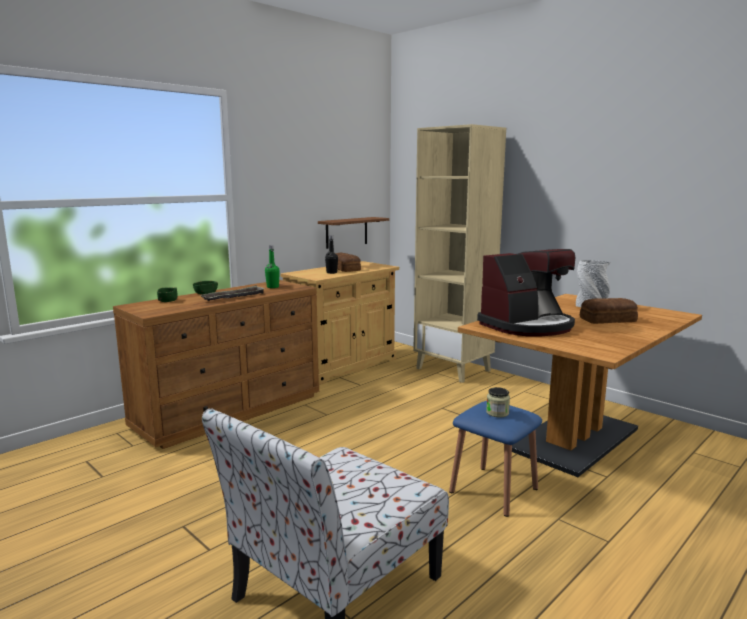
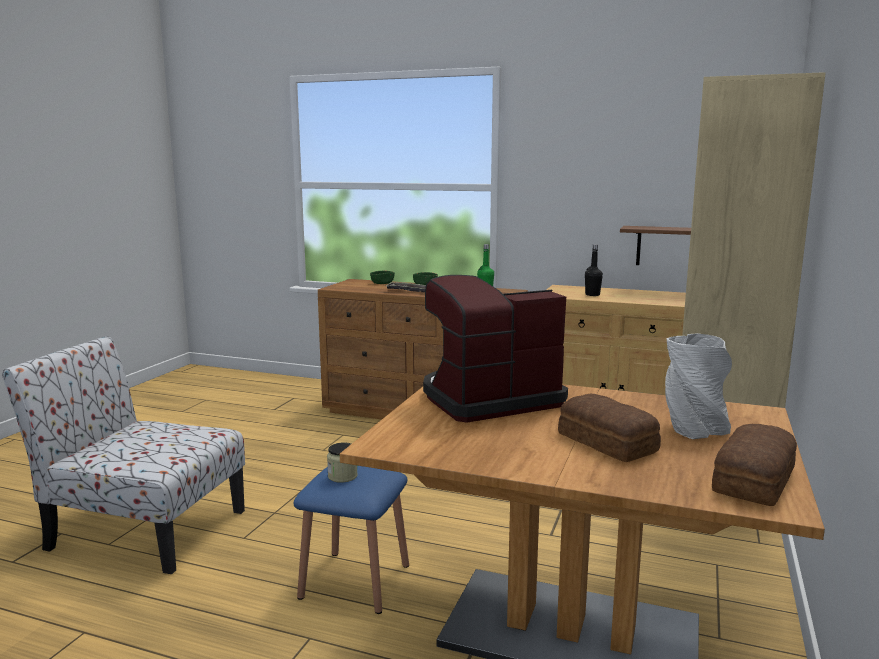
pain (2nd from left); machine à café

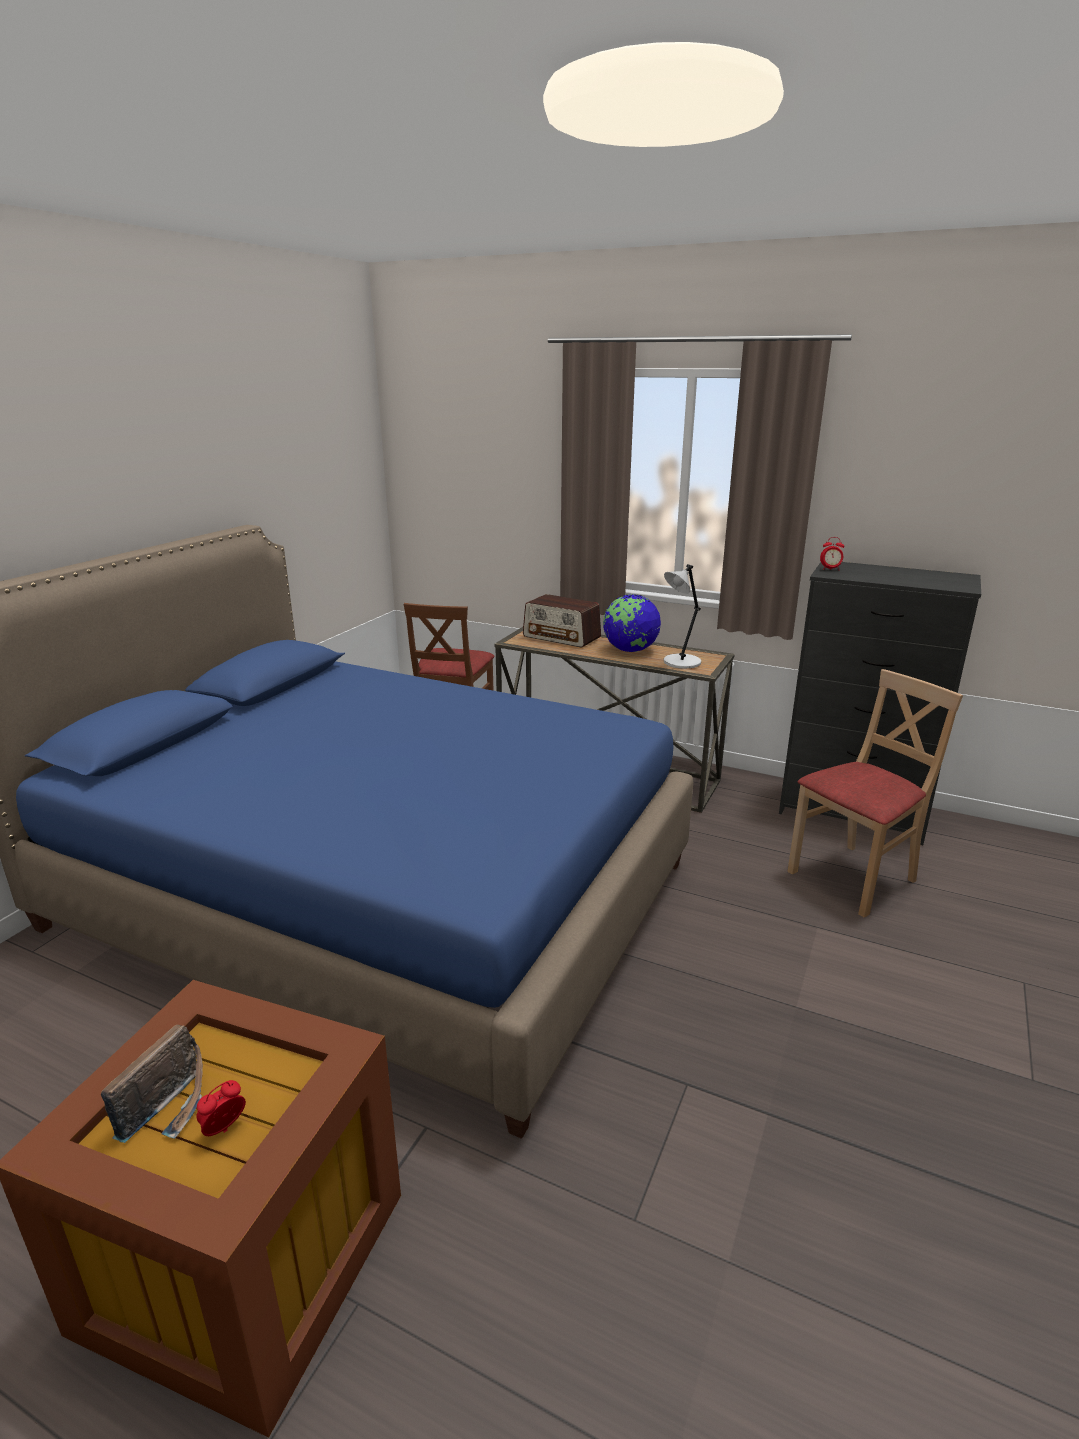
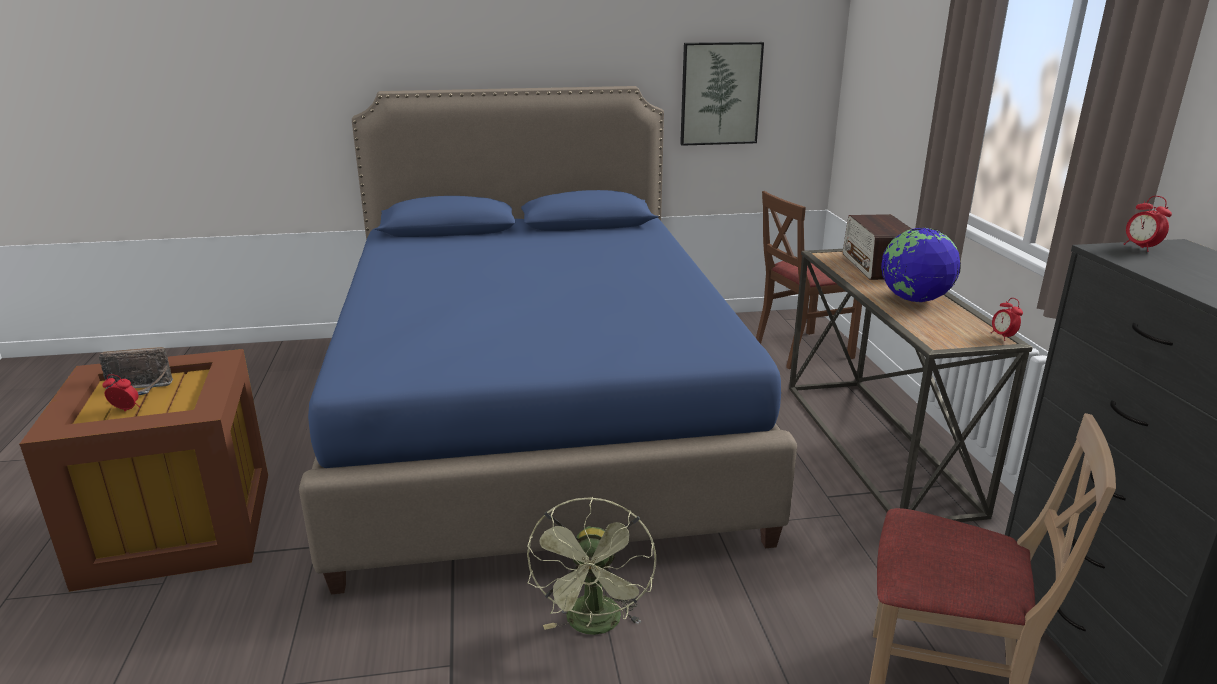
lampe de table (gris); ventilateur (vert); tableau; réveil (2nd from left)

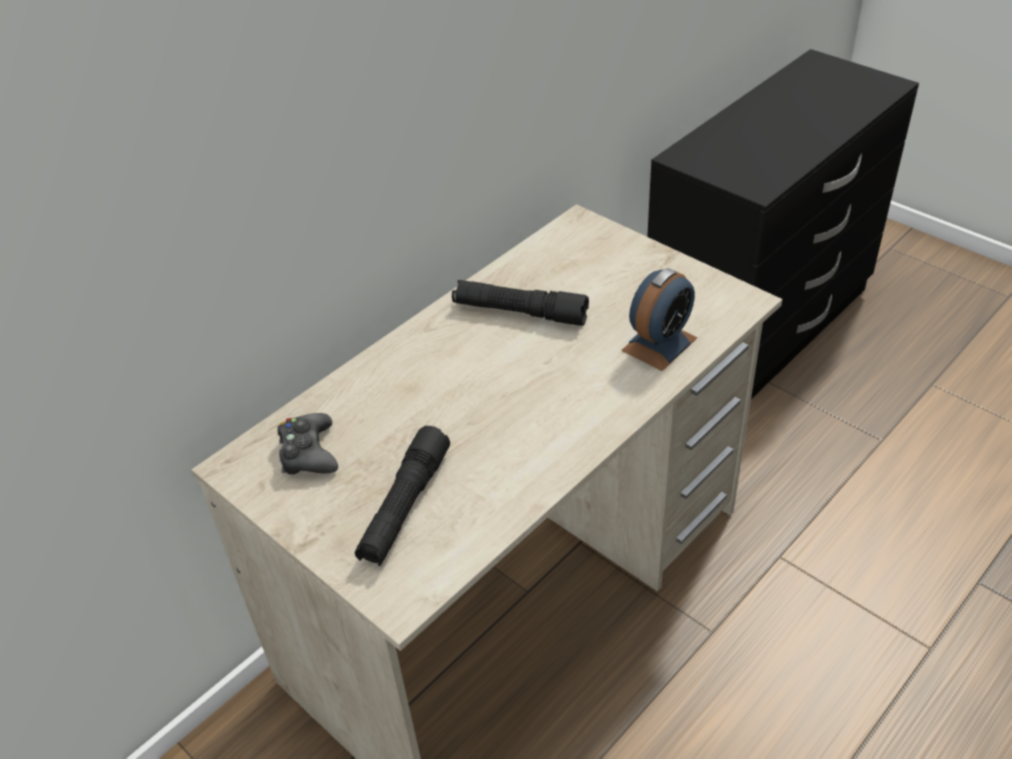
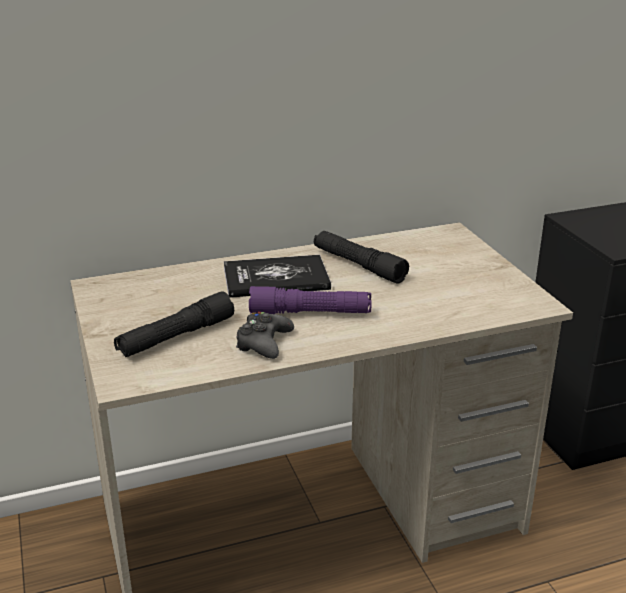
réveil; livre; lampe de poche (violet); manette (noir)

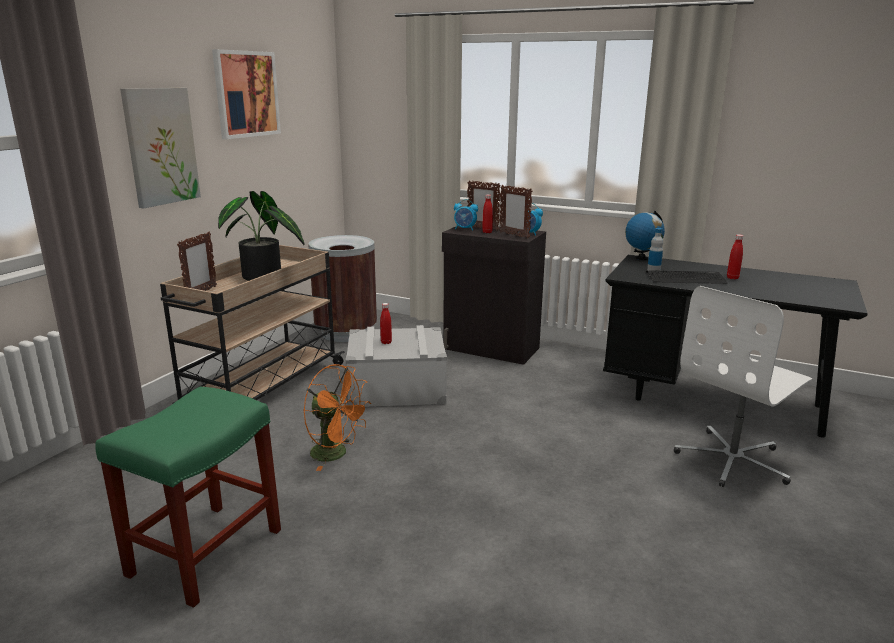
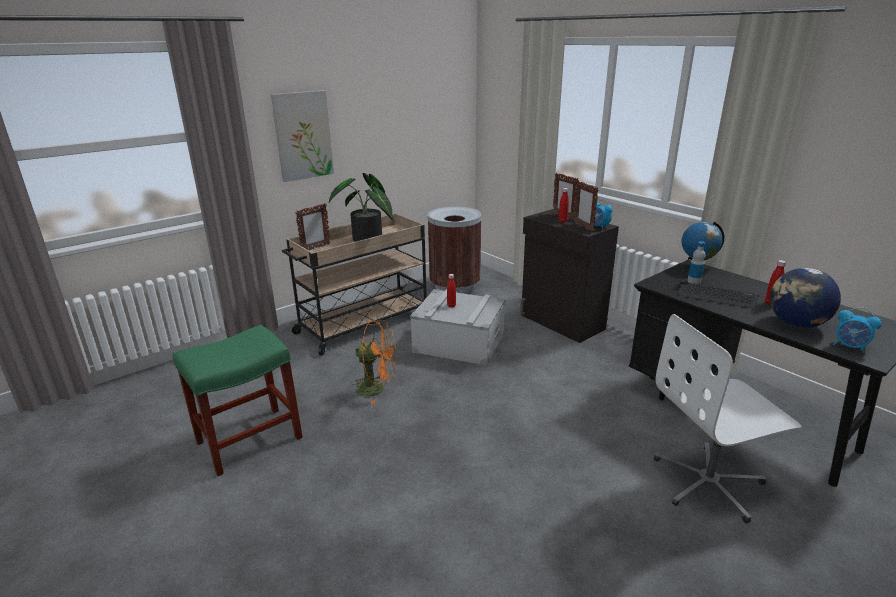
tableau (2nd from left in the first image); globe (2nd from left); réveil (2nd from left); ventilateur (orange)

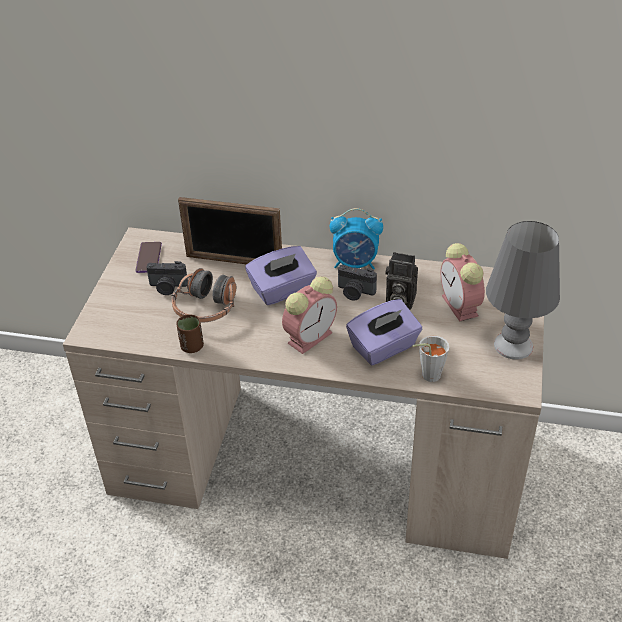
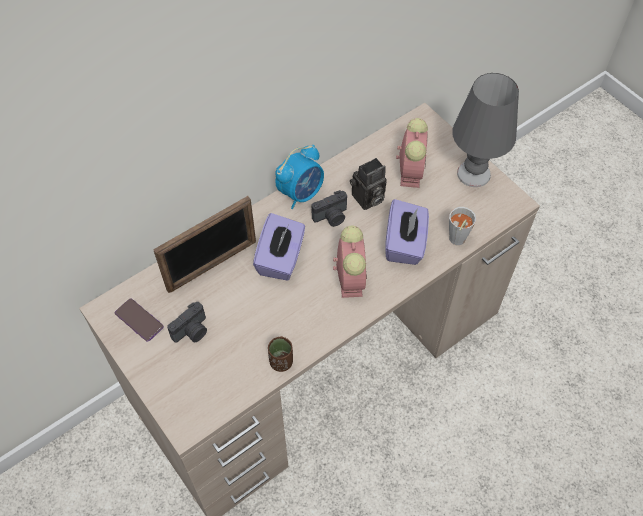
casque audio; réveil (3rd from left)

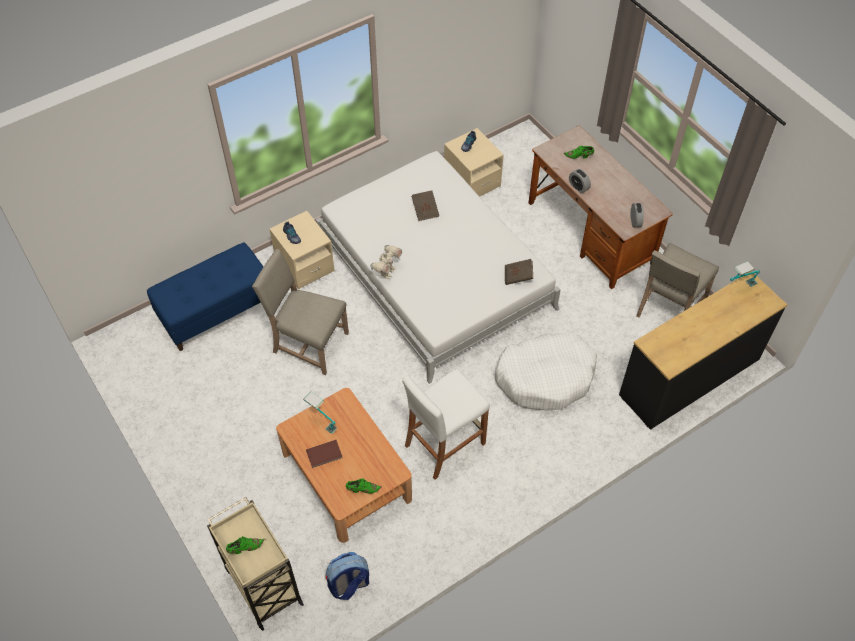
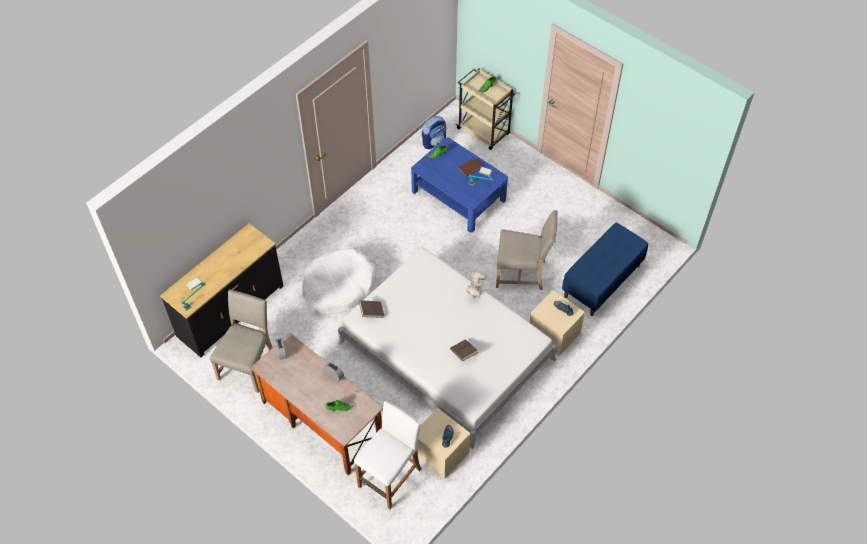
tabouret (blanc); table basse (bleu)

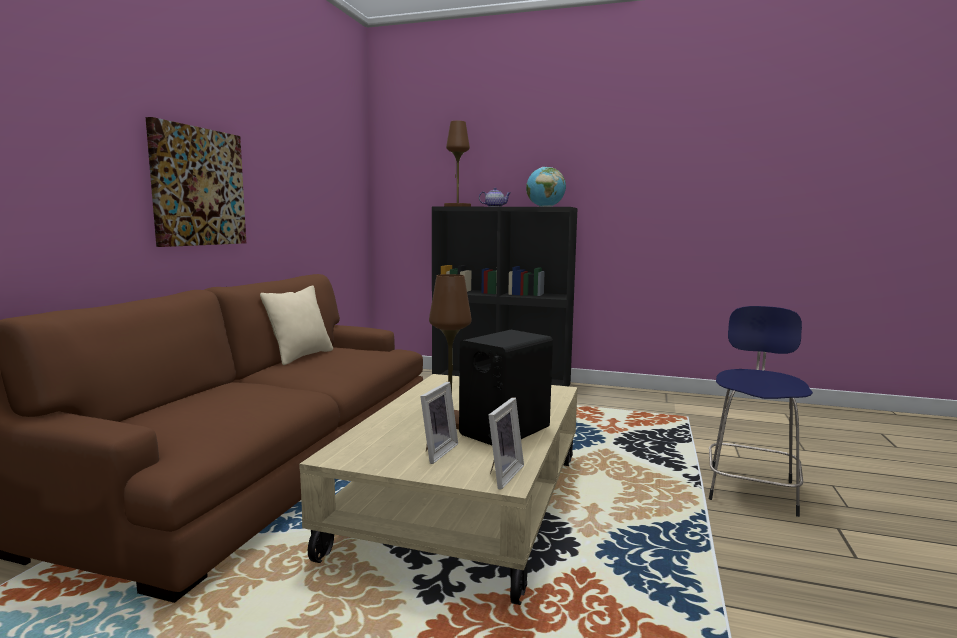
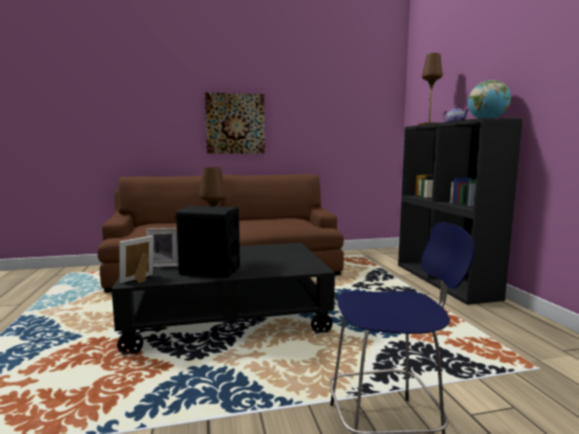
coussin (beige); table basse (noir); cadre photo (1st from left)

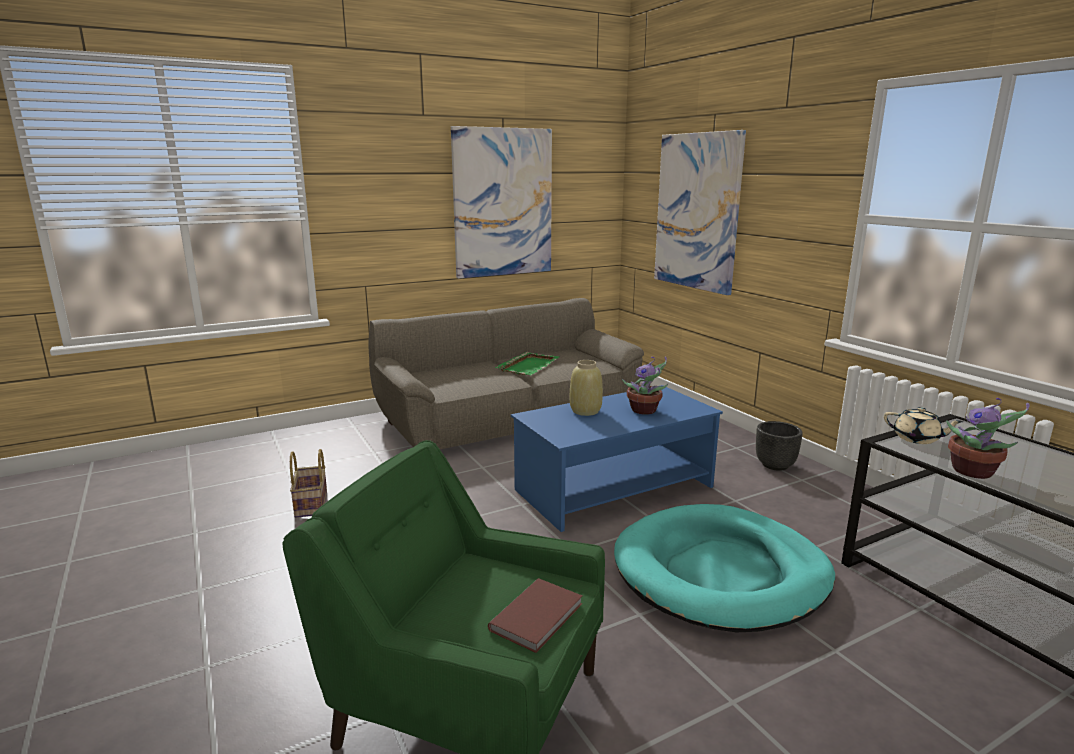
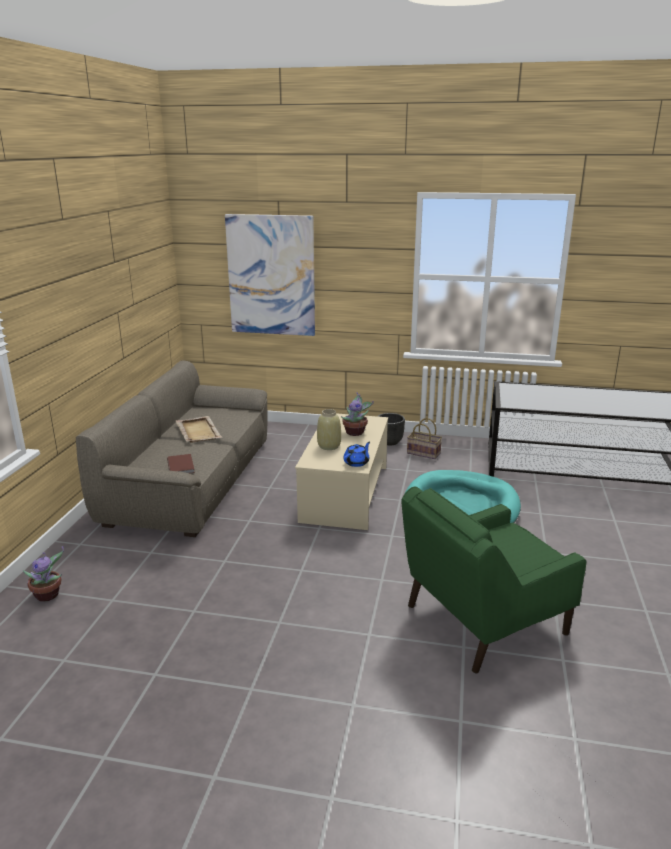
tableau (1st from left in the first image); théière (beige); théière (bleu); panier; livre (marron); plante en pot (1st from left); plateau (beige); table basse (beige)

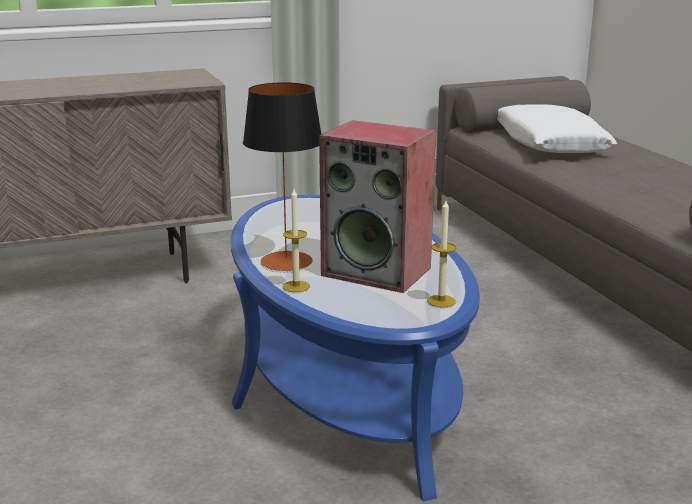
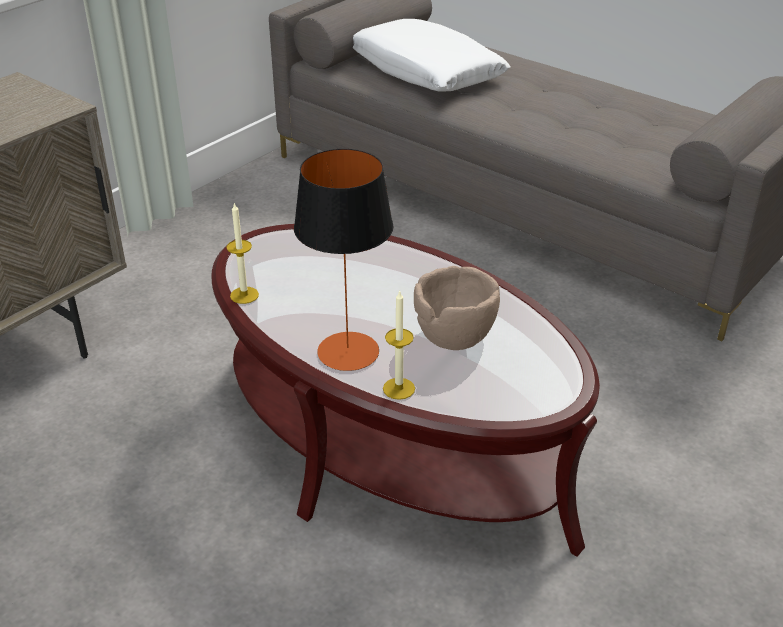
bougie (1st from left); bol (marron); table basse (marron)

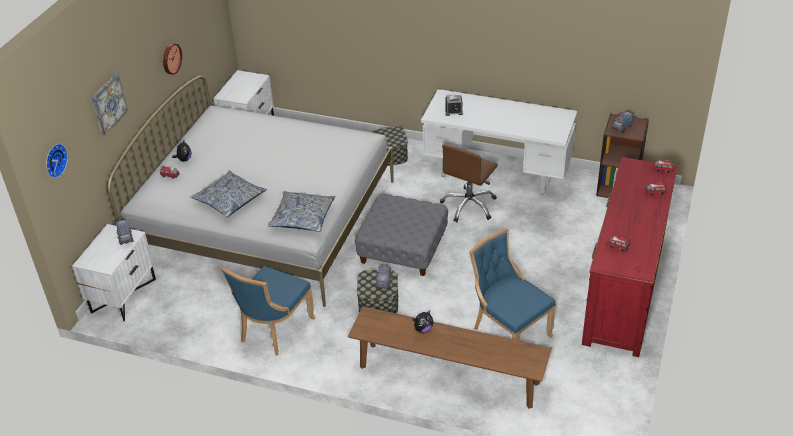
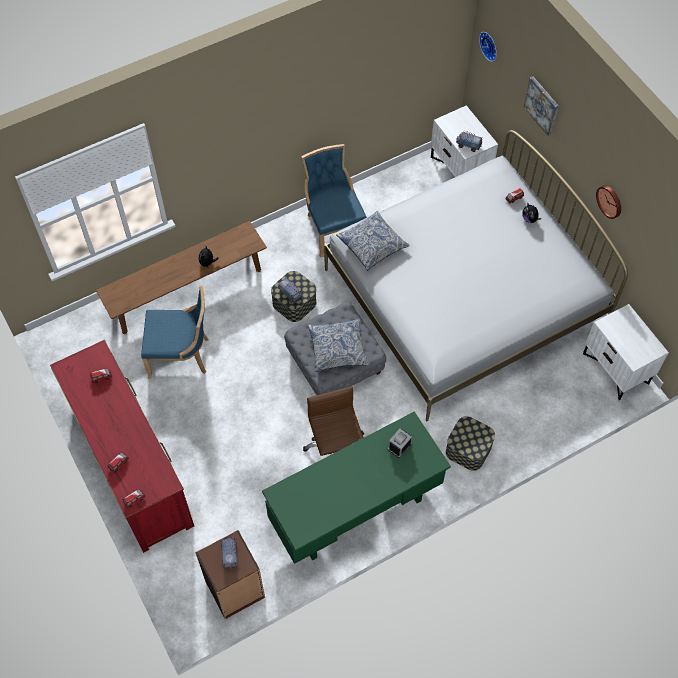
coussin (1st from left); bureau (vert)

